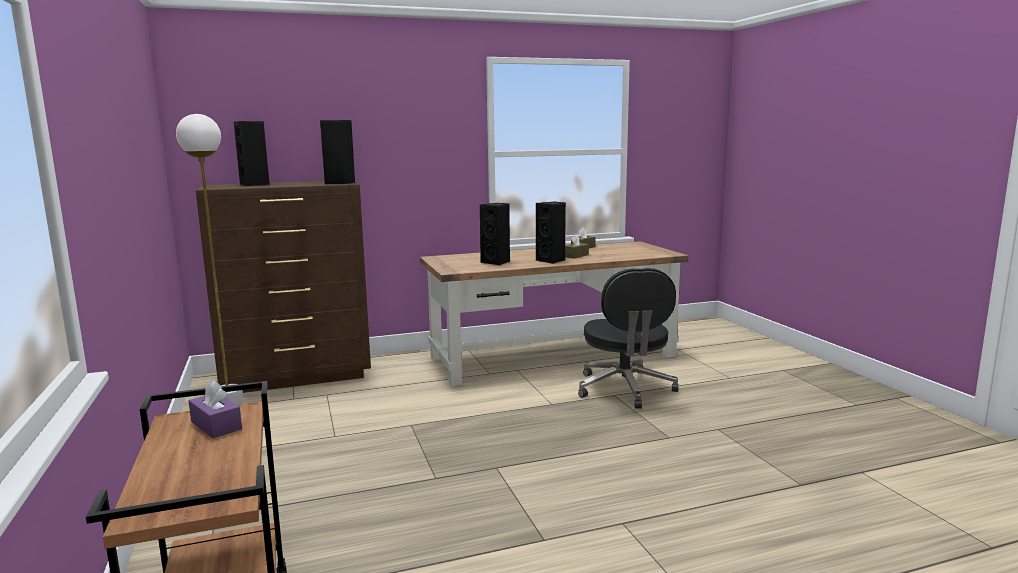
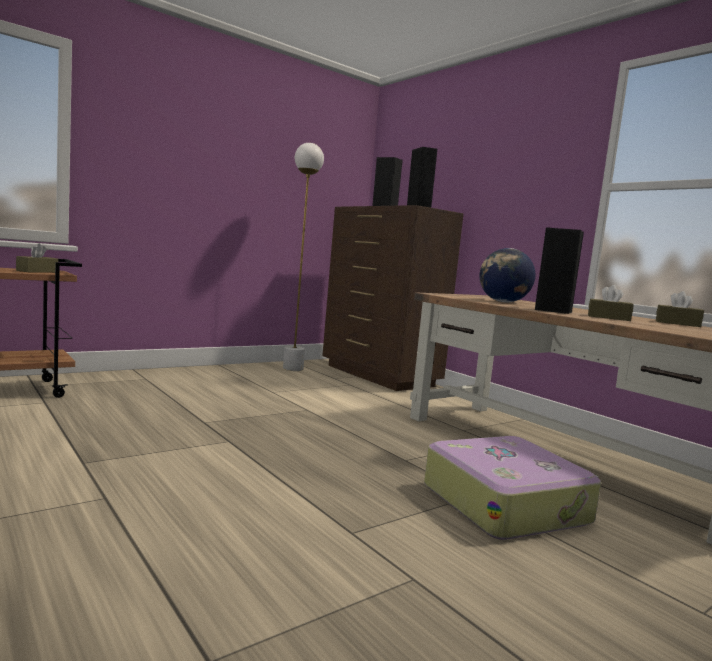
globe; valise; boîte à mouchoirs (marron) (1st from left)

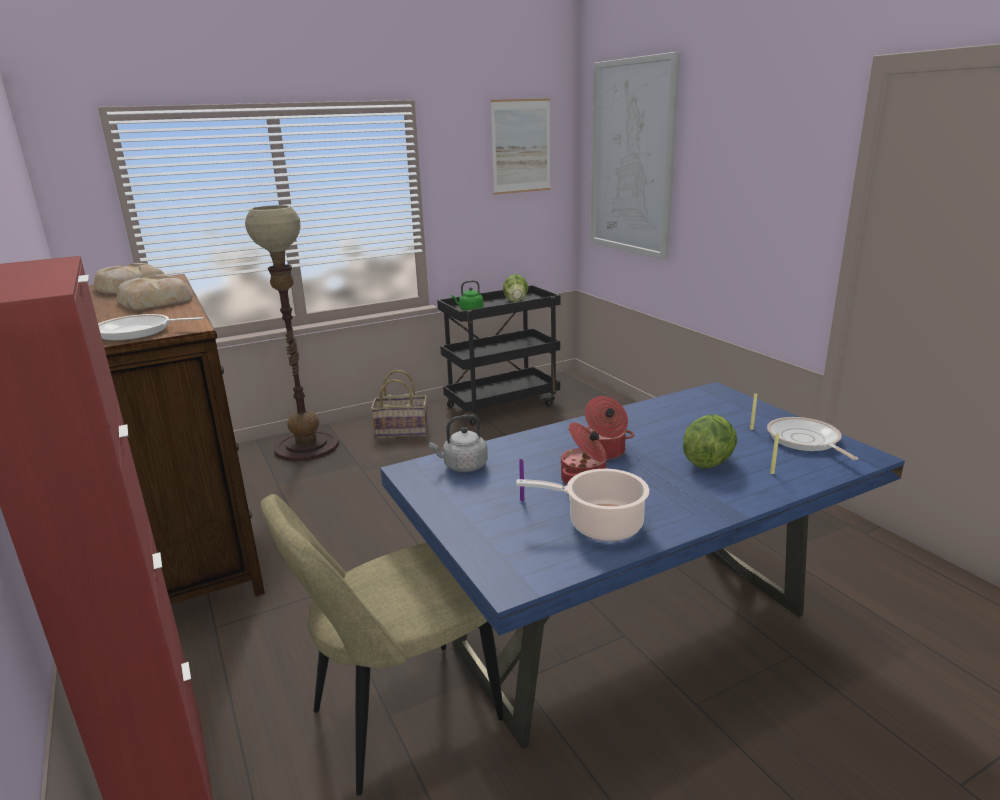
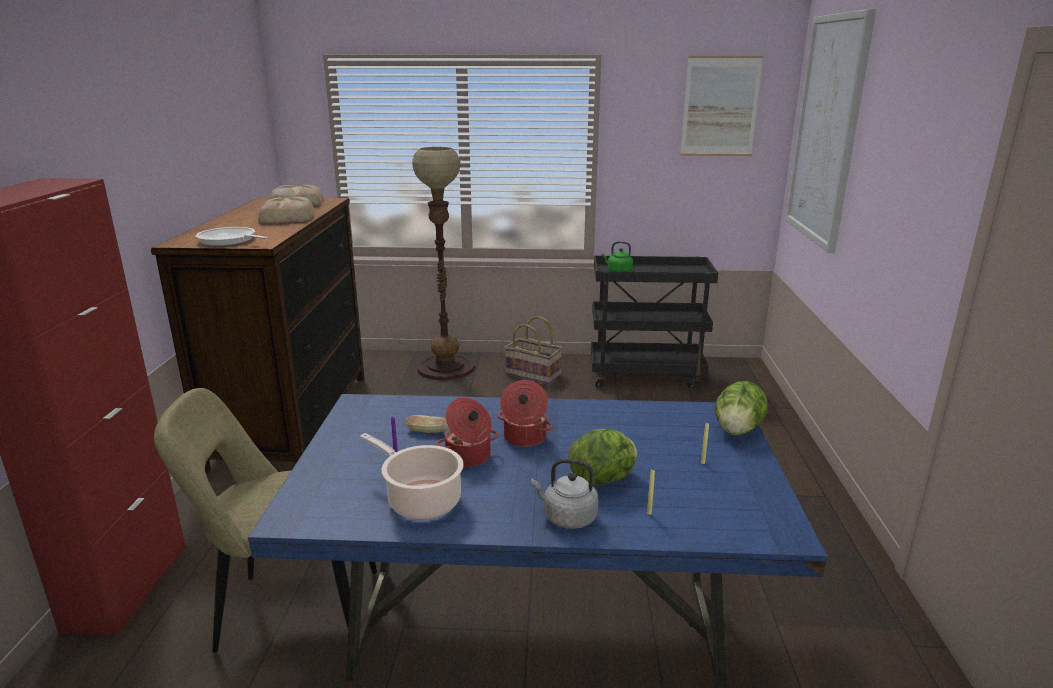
poêle (2nd from left in the first image); pain (3rd from left); bouilloire (gris); laitue (2nd from left)

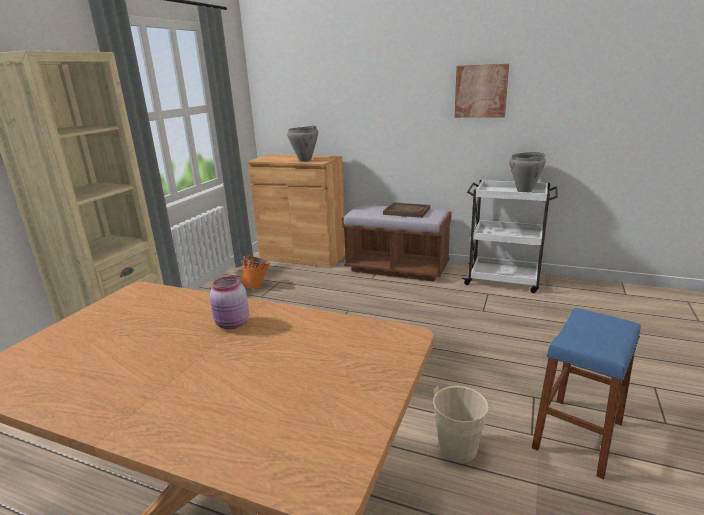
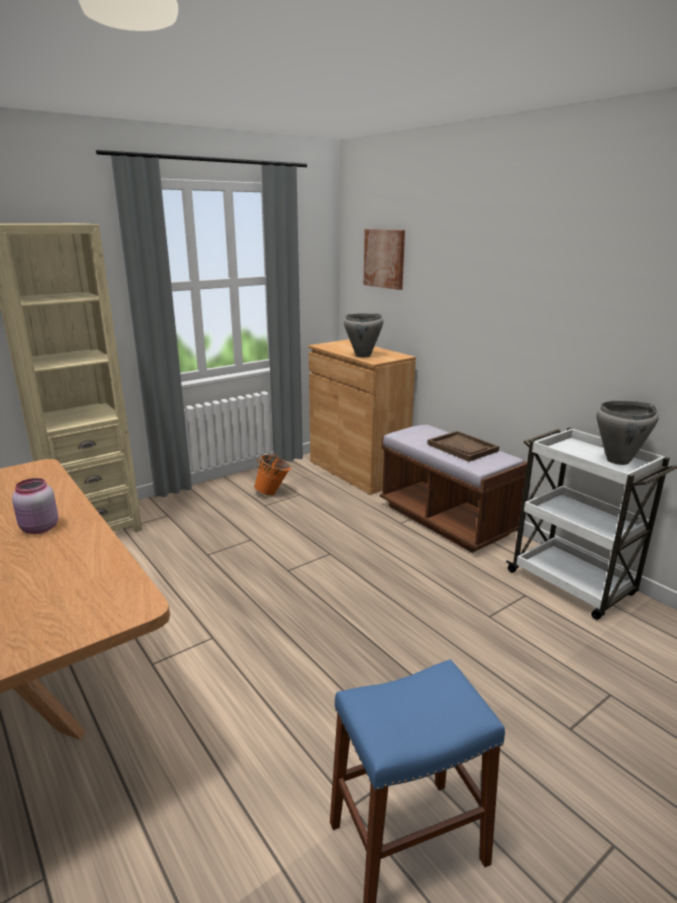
seau (beige); tableau

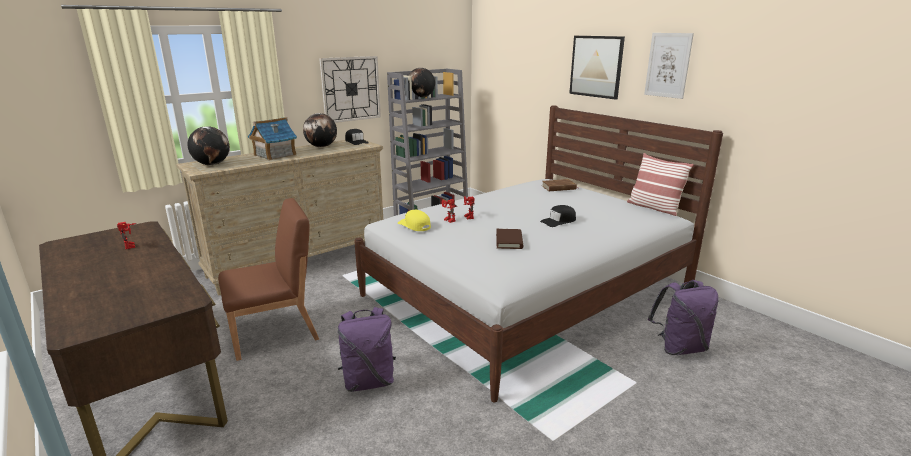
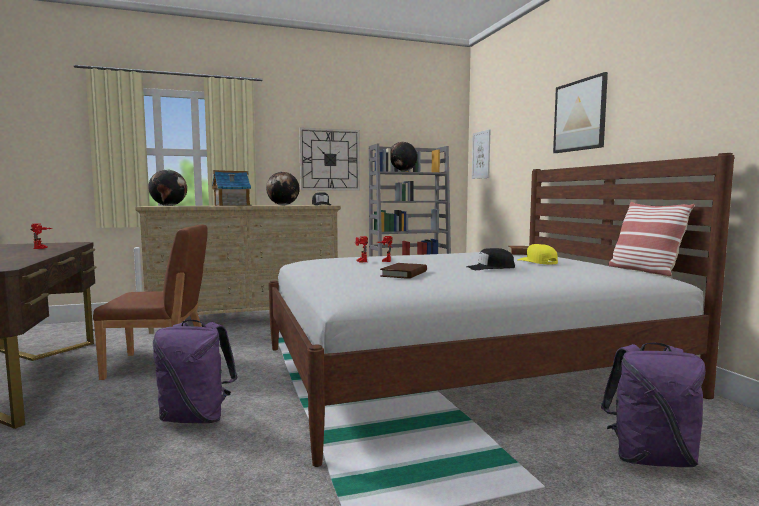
casquette (jaune); tableau (1st from left)

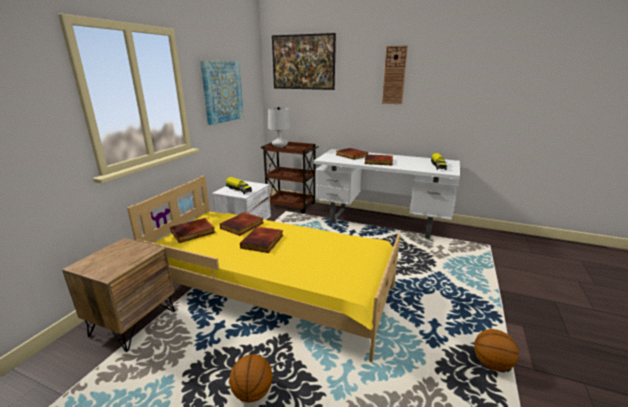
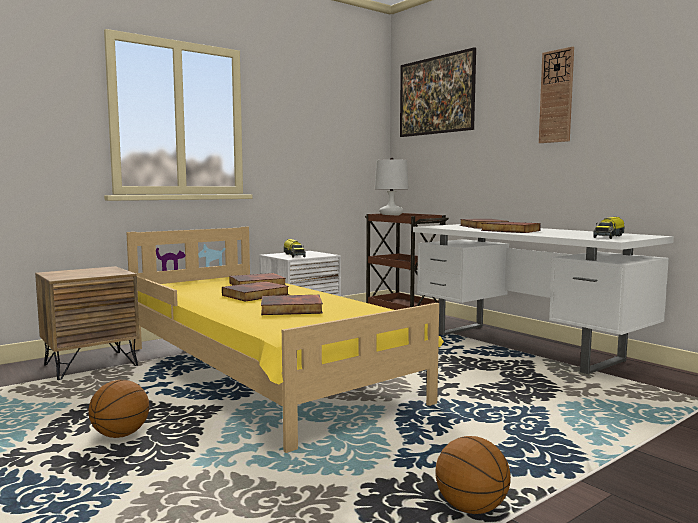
tableau (1st from left in the first image); livre (3rd from left)

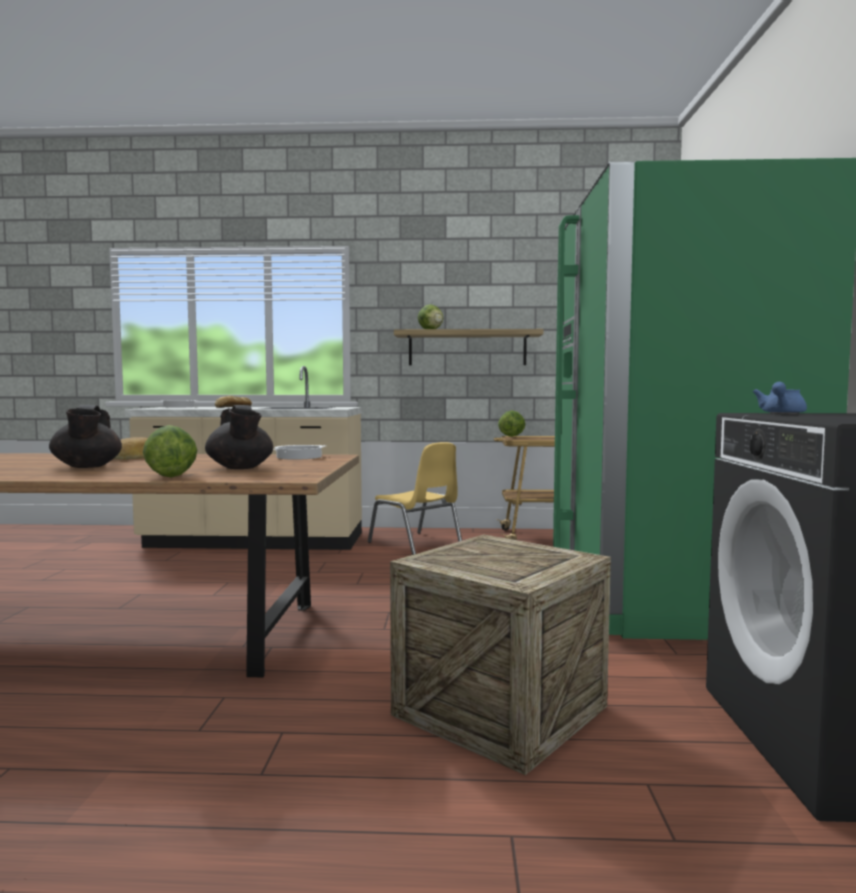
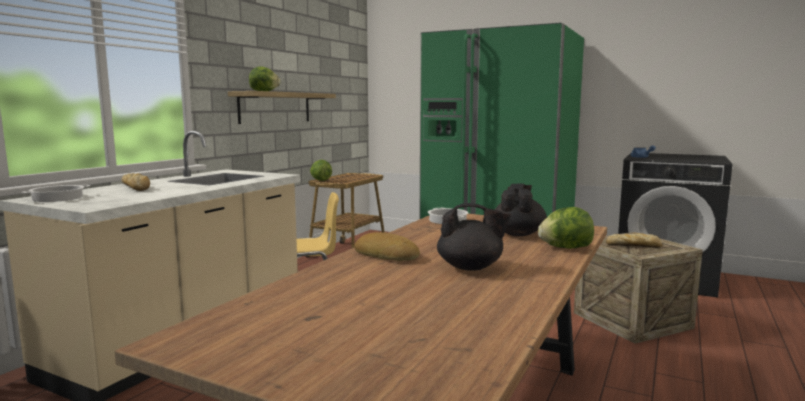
pain (3rd from left); théière (noir) (2nd from left)

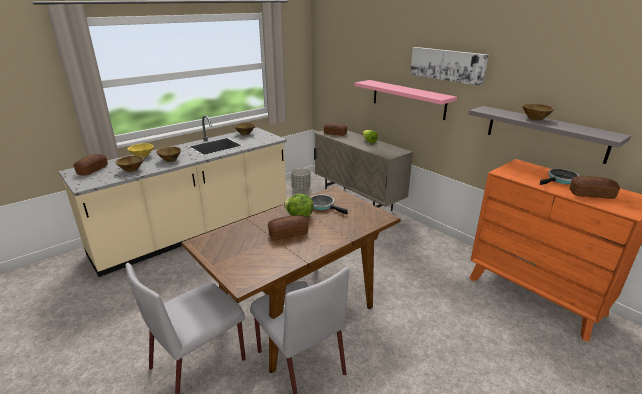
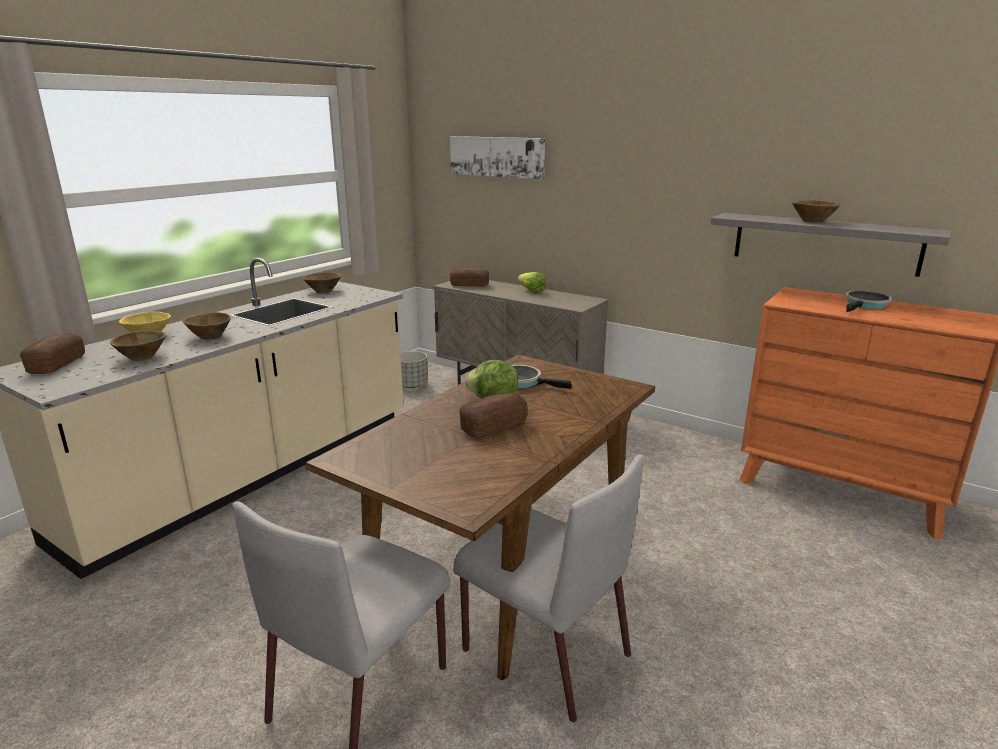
étagère (rose); pain (4th from left in the first image); tableau

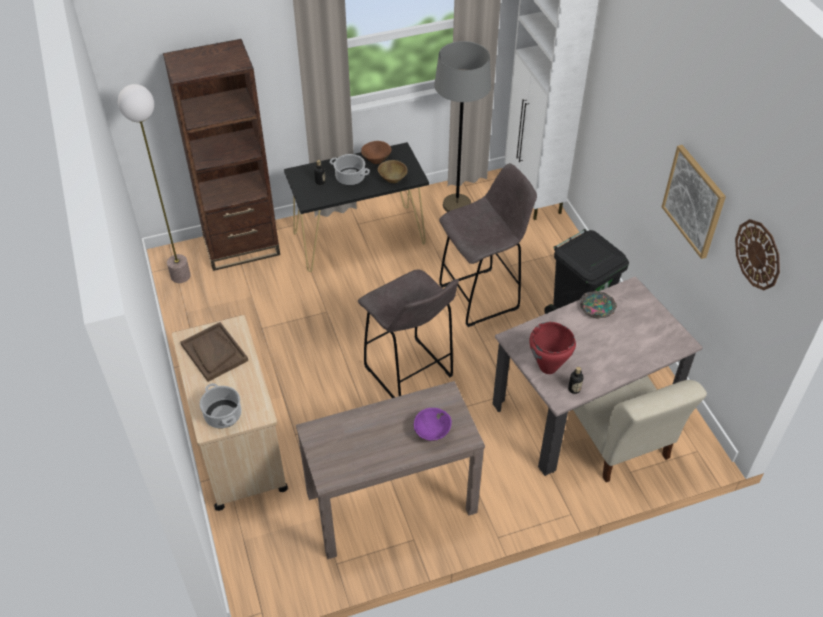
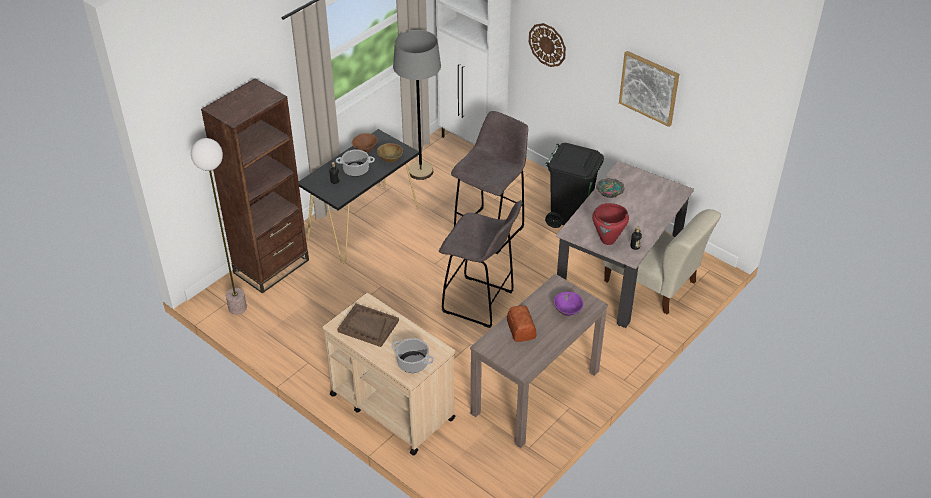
pain; horloge murale

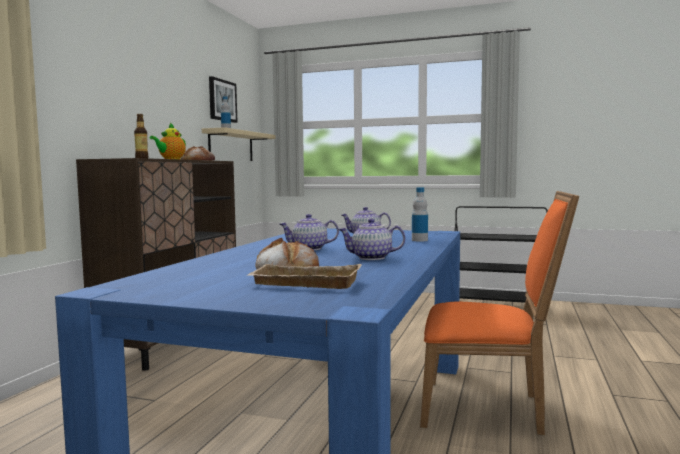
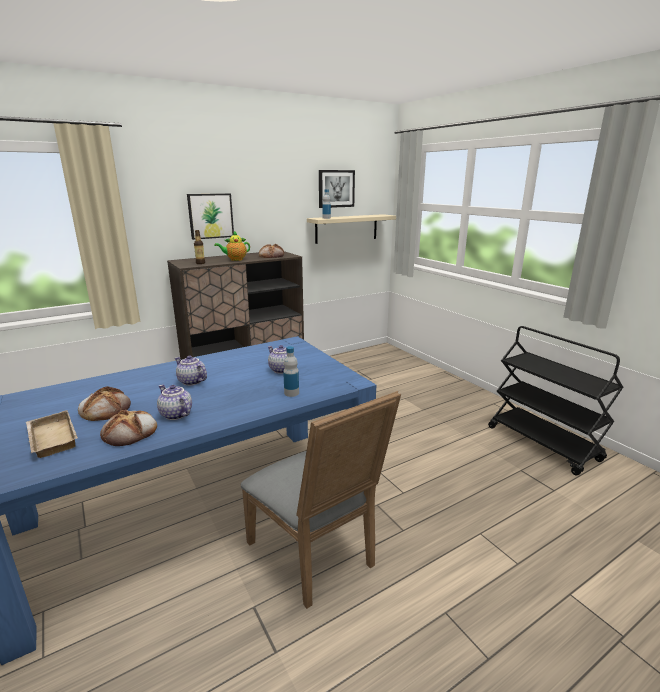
pain (2nd from left); tableau (1st from left); chaise (gris)

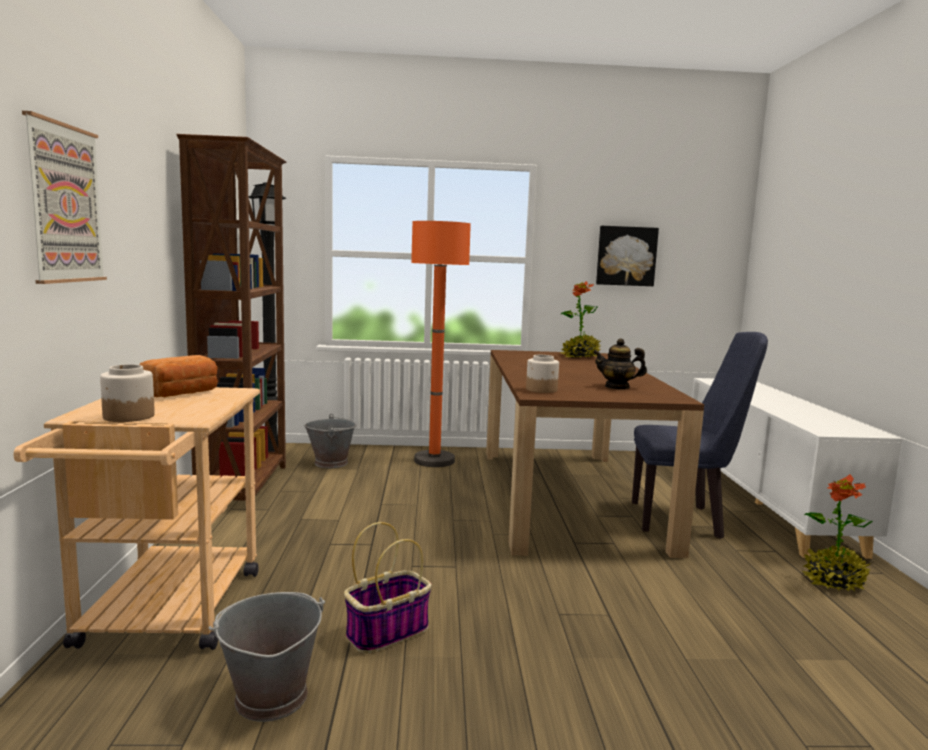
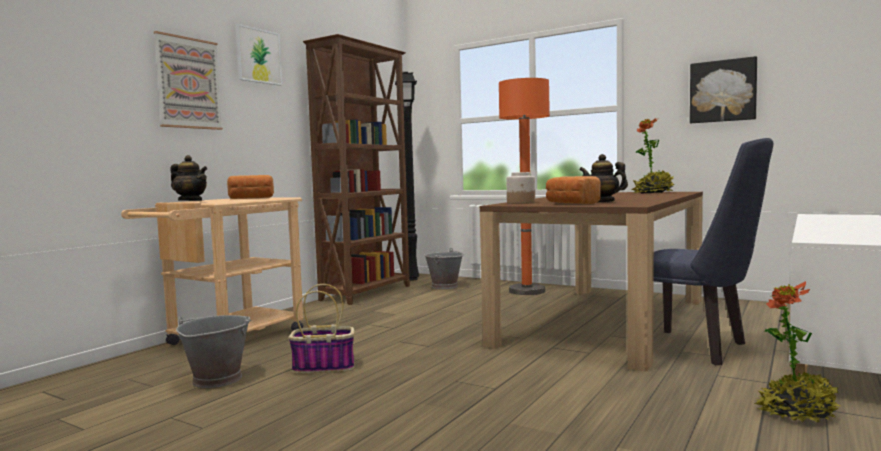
tableau (2nd from left); pain (2nd from left); théière (1st from left)

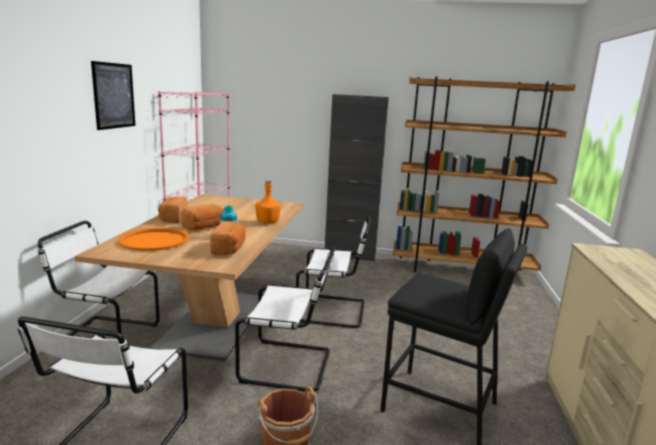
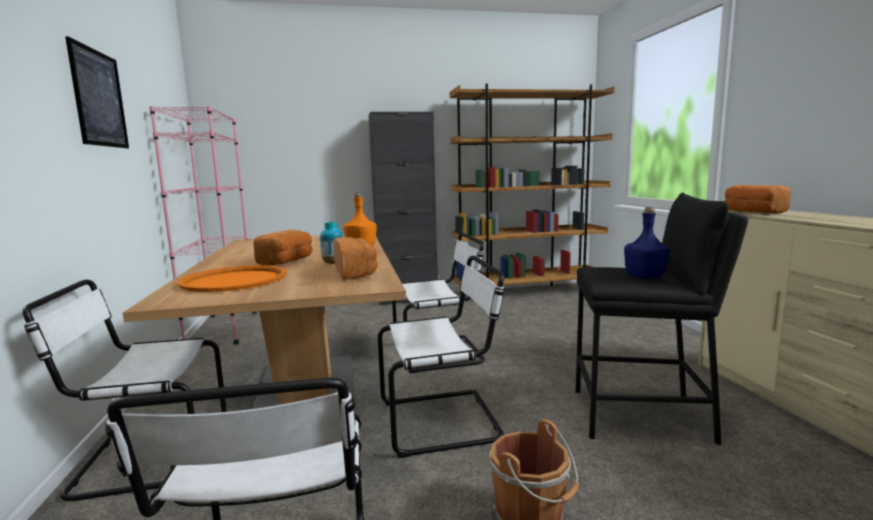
bouteille (bleu); pain (3rd from left)

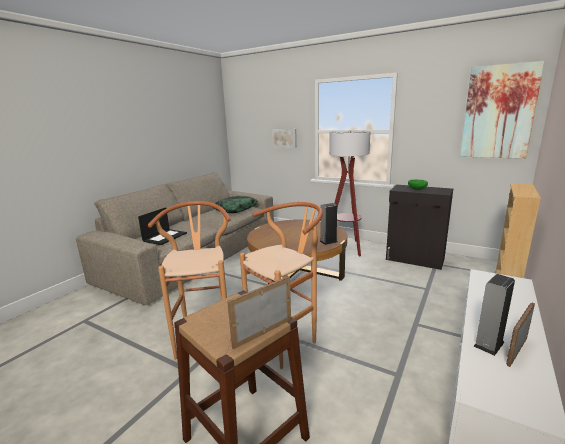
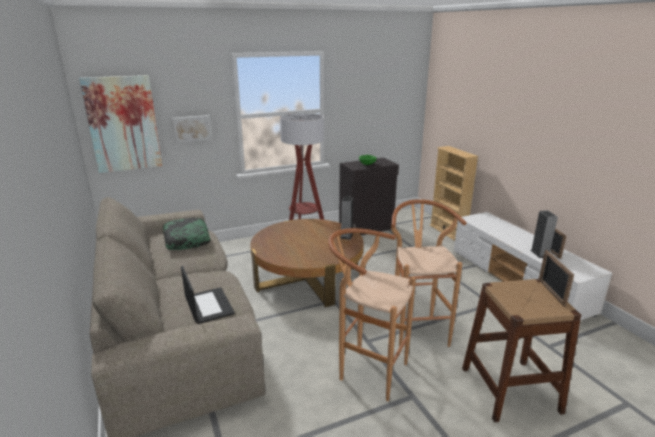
tableau (1st from left)

